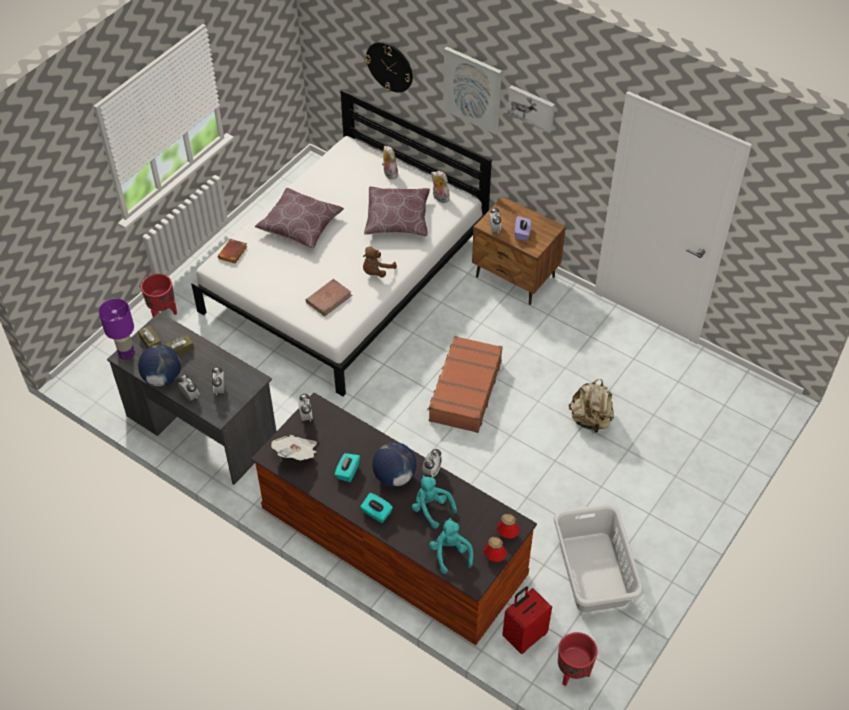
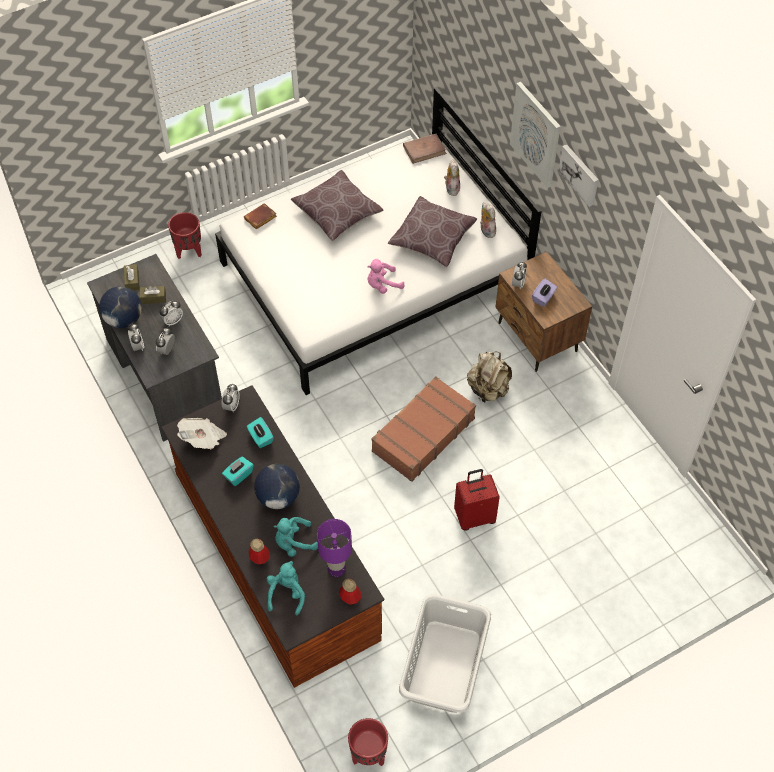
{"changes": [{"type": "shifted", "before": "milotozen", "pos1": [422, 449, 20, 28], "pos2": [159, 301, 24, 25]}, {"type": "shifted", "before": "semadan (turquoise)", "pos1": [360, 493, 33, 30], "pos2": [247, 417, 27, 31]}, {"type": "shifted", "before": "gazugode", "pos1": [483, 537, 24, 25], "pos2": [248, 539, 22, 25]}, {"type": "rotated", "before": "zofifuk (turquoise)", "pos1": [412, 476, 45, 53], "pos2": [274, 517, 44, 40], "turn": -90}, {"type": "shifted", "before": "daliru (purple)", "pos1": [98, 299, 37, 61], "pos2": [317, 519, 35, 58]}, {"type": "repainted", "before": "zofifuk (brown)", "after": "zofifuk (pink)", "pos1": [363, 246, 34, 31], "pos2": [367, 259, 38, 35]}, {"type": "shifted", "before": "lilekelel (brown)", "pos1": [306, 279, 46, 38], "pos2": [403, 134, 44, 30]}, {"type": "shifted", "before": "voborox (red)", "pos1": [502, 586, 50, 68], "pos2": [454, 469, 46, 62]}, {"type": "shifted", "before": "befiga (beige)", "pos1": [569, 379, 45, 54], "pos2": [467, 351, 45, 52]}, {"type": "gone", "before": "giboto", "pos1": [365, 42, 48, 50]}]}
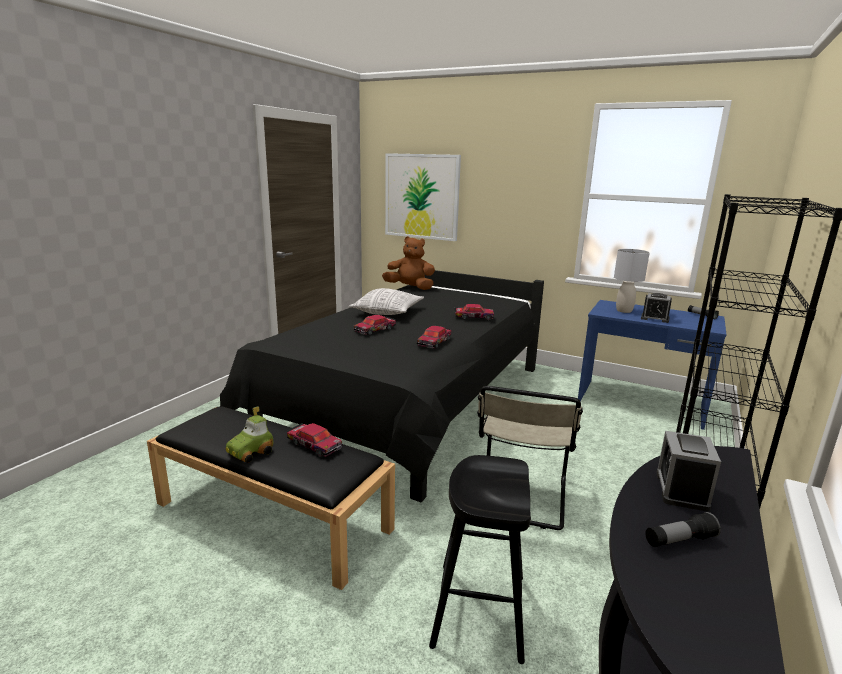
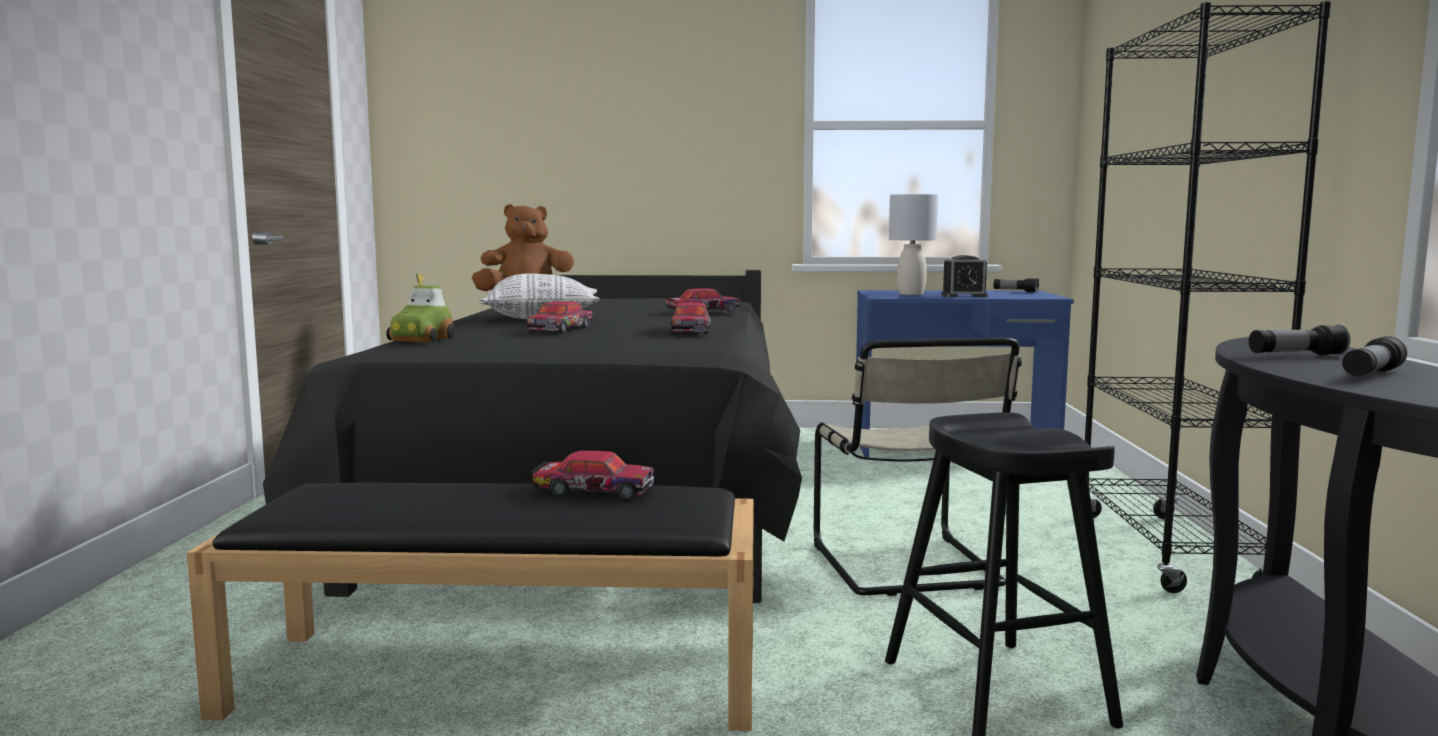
{"changes": [{"type": "shifted", "before": "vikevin", "pos1": [226, 406, 47, 57], "pos2": [386, 274, 69, 68]}, {"type": "swapped", "before": "milotozen", "after": "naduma", "pos1": [657, 431, 64, 81], "pos2": [1248, 325, 102, 30]}, {"type": "gone", "before": "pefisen", "pos1": [385, 153, 76, 88]}]}
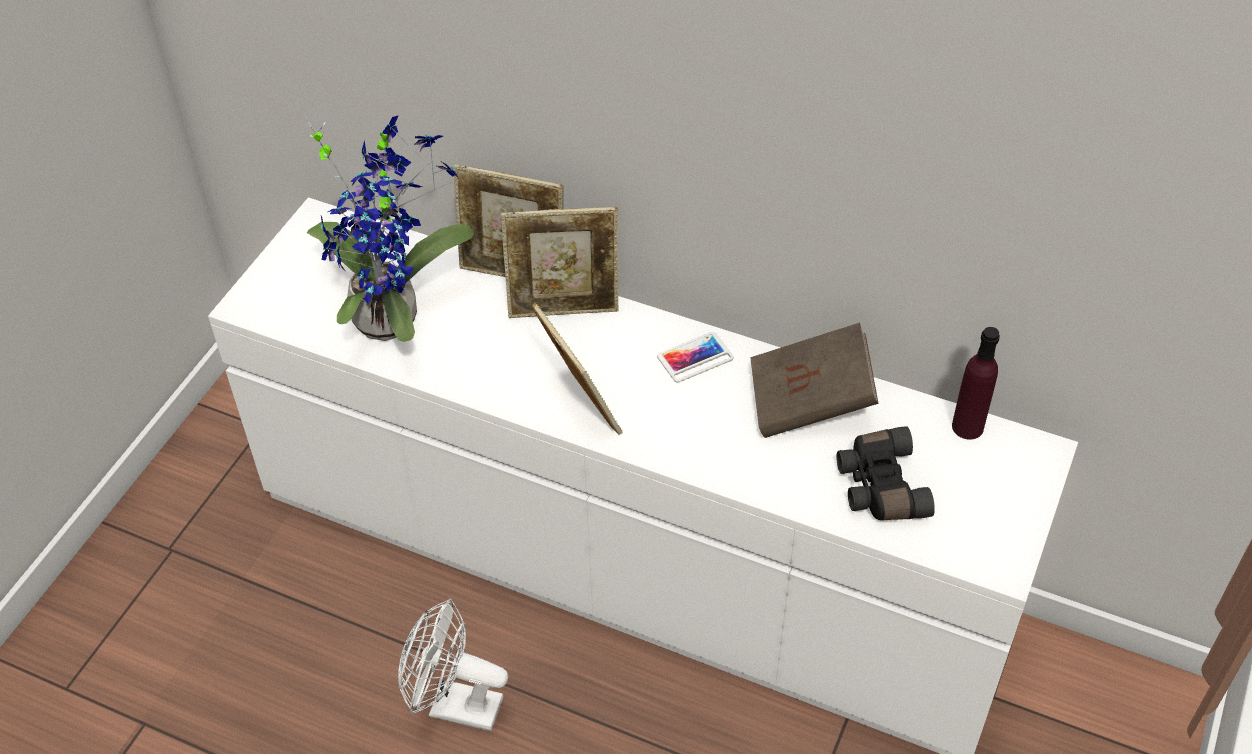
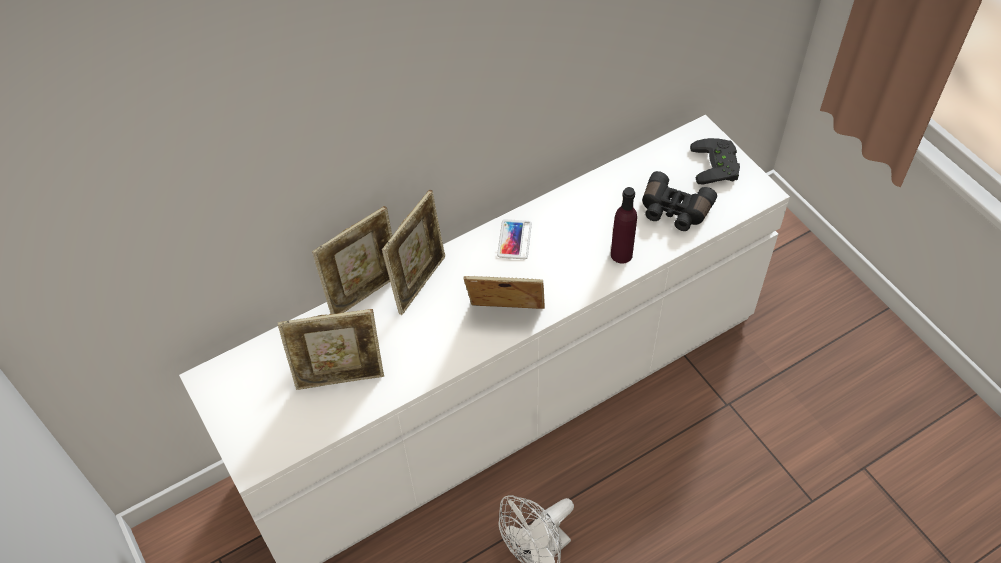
{"changes": [{"type": "swapped", "before": "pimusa", "after": "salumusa", "pos1": [307, 115, 167, 227], "pos2": [278, 309, 106, 81]}, {"type": "shifted", "before": "gazugode (purple)", "pos1": [952, 327, 48, 113], "pos2": [611, 187, 26, 77]}, {"type": "new", "after": "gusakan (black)", "pos2": [690, 138, 50, 46]}, {"type": "gone", "before": "lilekelel (brown)", "pos1": [750, 323, 128, 115]}]}
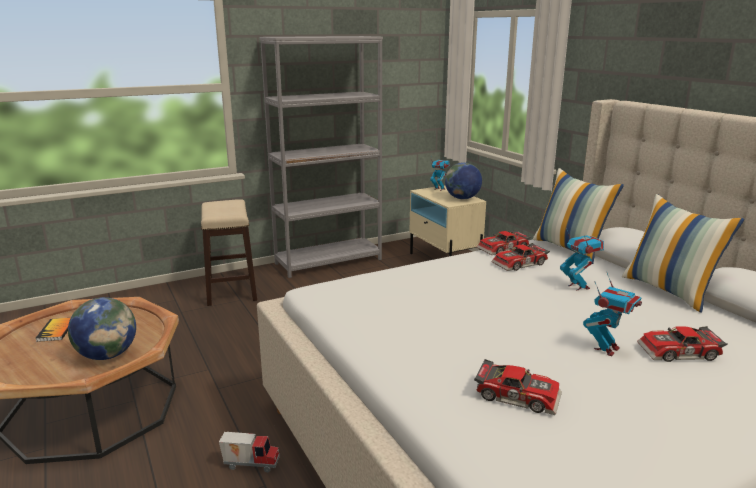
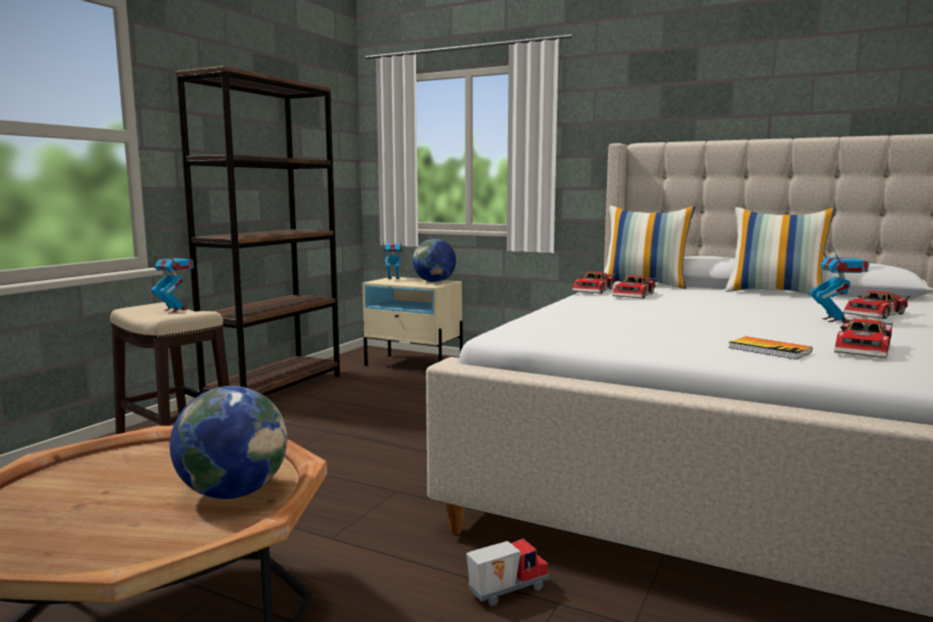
{"changes": [{"type": "shifted", "before": "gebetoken", "pos1": [560, 228, 44, 63], "pos2": [151, 250, 42, 62]}, {"type": "repainted", "before": "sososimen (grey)", "after": "sososimen (brown)", "pos1": [260, 36, 123, 242], "pos2": [175, 66, 165, 330]}, {"type": "shifted", "before": "lilekelel", "pos1": [35, 318, 35, 24], "pos2": [728, 336, 84, 23]}, {"type": "rotated", "before": "vikevin", "pos1": [474, 359, 88, 56], "pos2": [834, 318, 59, 40], "turn": 135}]}
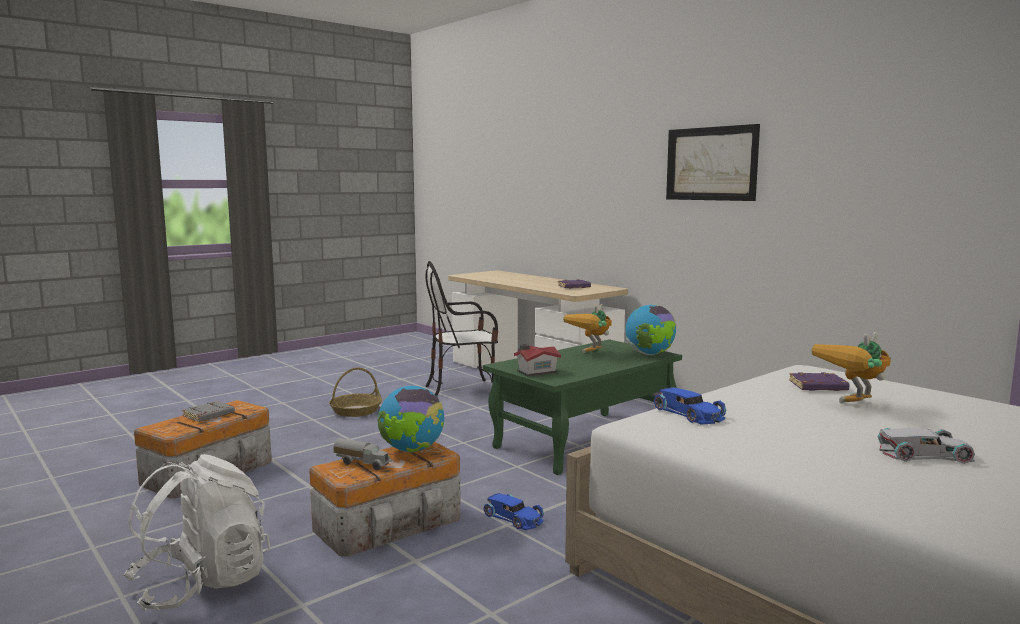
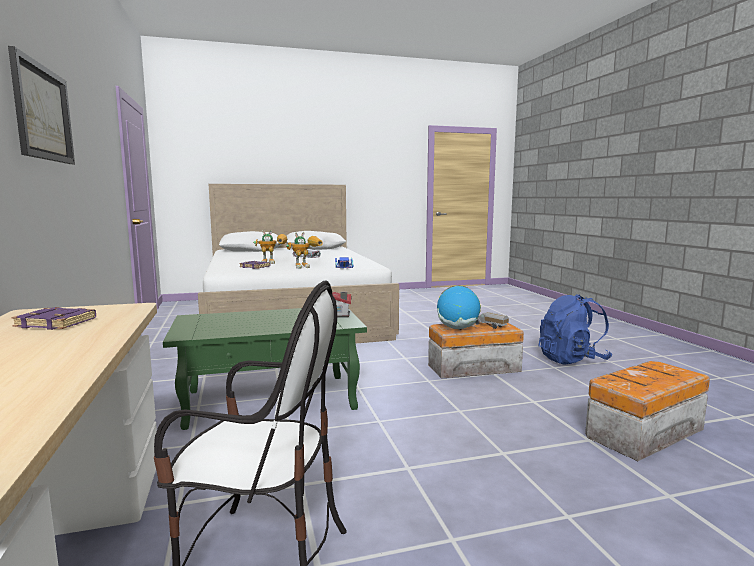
{"changes": [{"type": "shifted", "before": "gebetoken", "pos1": [563, 304, 49, 49], "pos2": [286, 232, 37, 37]}, {"type": "repainted", "before": "befiga (white)", "after": "befiga (blue)", "pos1": [123, 454, 147, 157], "pos2": [538, 294, 74, 71]}, {"type": "gone", "before": "lilekelel (grey)", "pos1": [182, 401, 53, 21]}, {"type": "gone", "before": "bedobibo", "pos1": [329, 368, 53, 49]}, {"type": "gone", "before": "vikevin (blue)", "pos1": [483, 493, 61, 37]}, {"type": "gone", "before": "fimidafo", "pos1": [626, 305, 50, 50]}]}
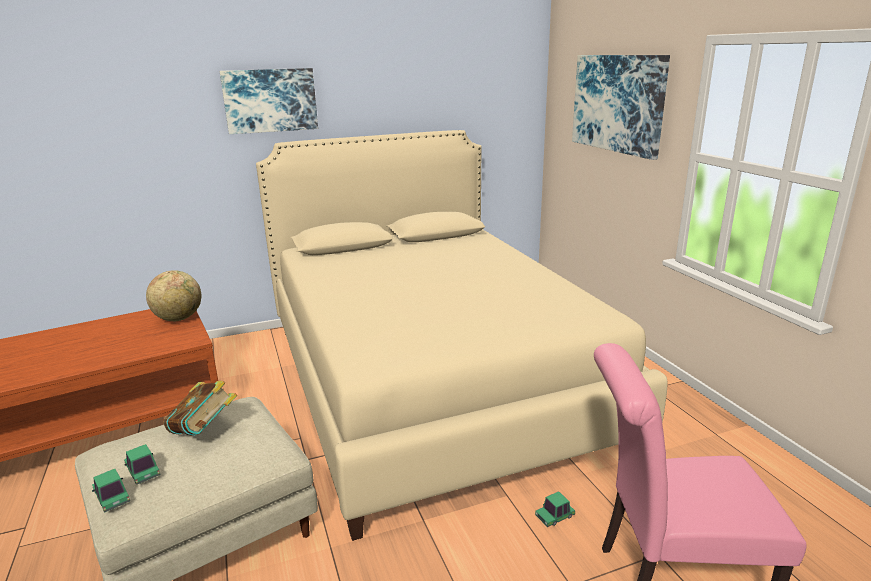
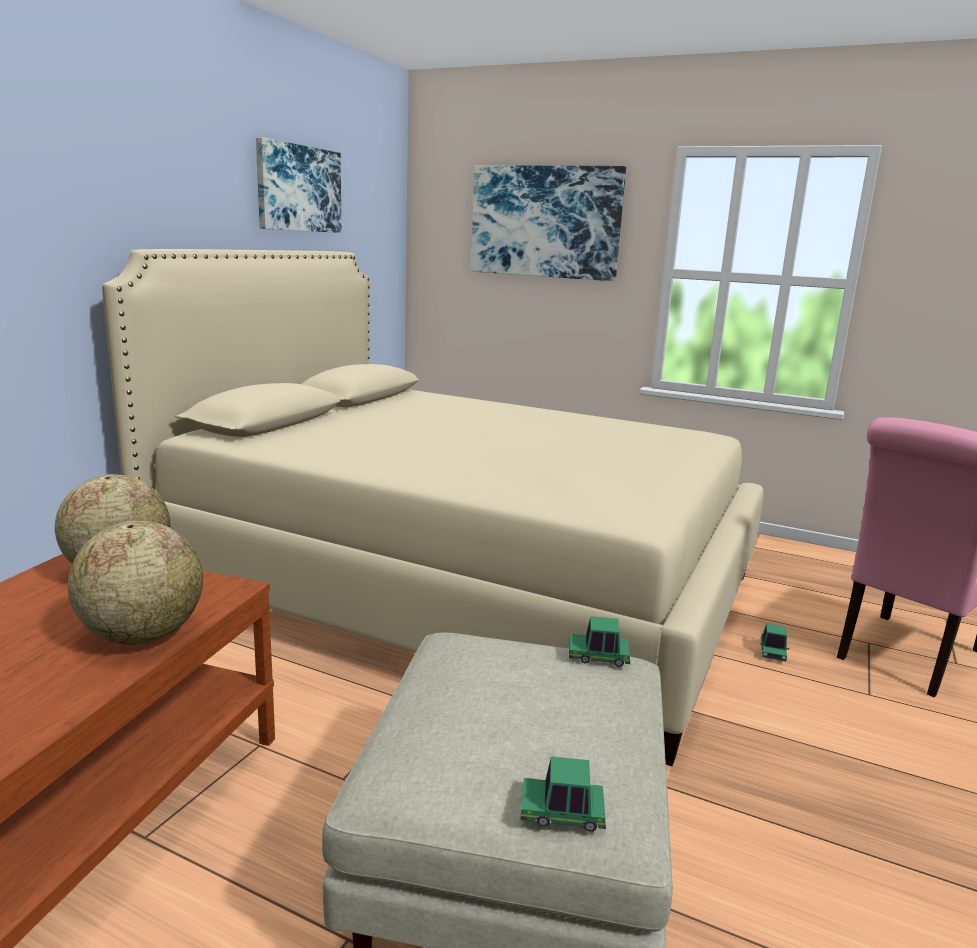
{"changes": [{"type": "new", "after": "fimidafo", "pos2": [68, 521, 135, 124]}, {"type": "shifted", "before": "pefisen", "pos1": [220, 68, 98, 66], "pos2": [256, 137, 85, 96]}, {"type": "shifted", "before": "vikevin", "pos1": [124, 444, 37, 41], "pos2": [569, 616, 61, 51]}, {"type": "gone", "before": "lilekelel", "pos1": [163, 381, 74, 55]}]}
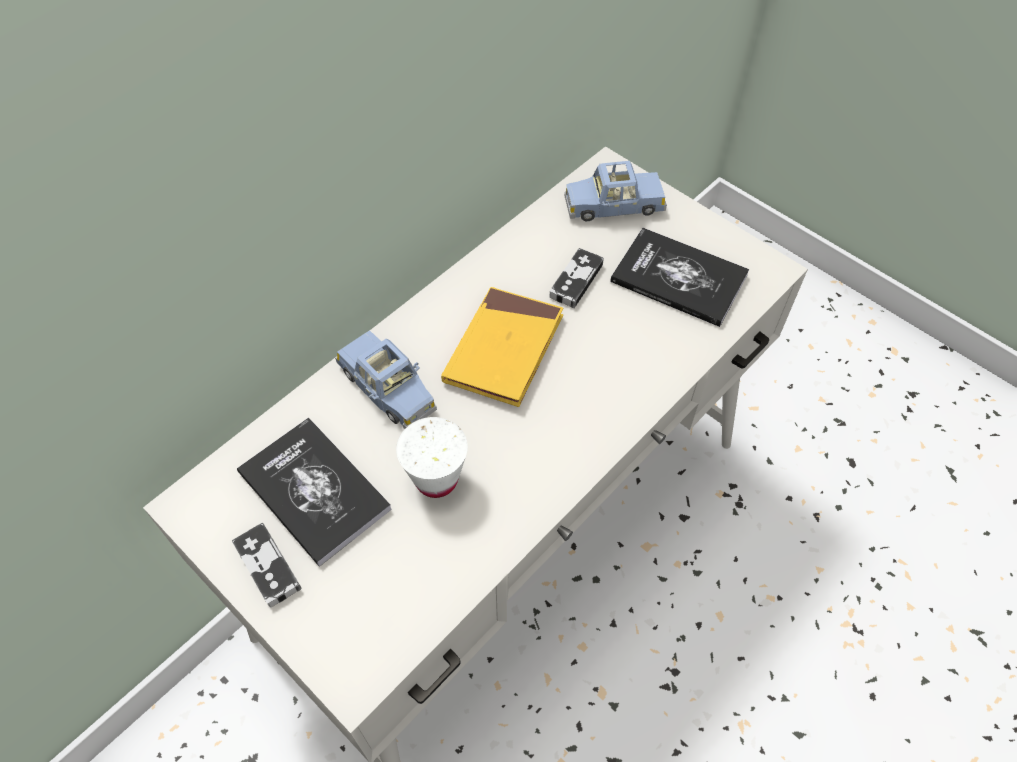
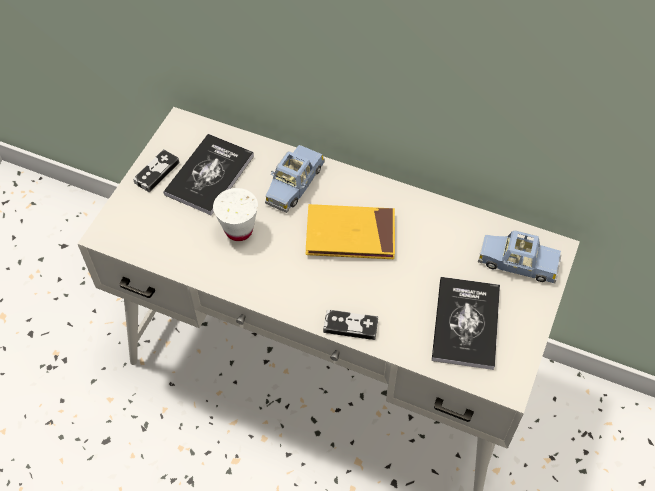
{"changes": [{"type": "shifted", "before": "gusakan", "pos1": [550, 248, 54, 60], "pos2": [323, 310, 55, 30]}, {"type": "rotated", "before": "vikevin (blue)", "pos1": [565, 161, 102, 60], "pos2": [478, 230, 84, 53], "turn": -45}]}
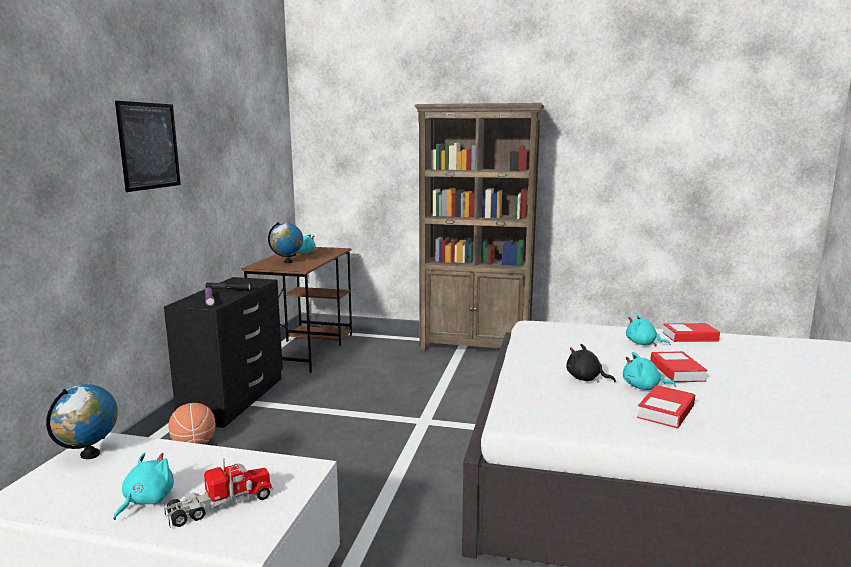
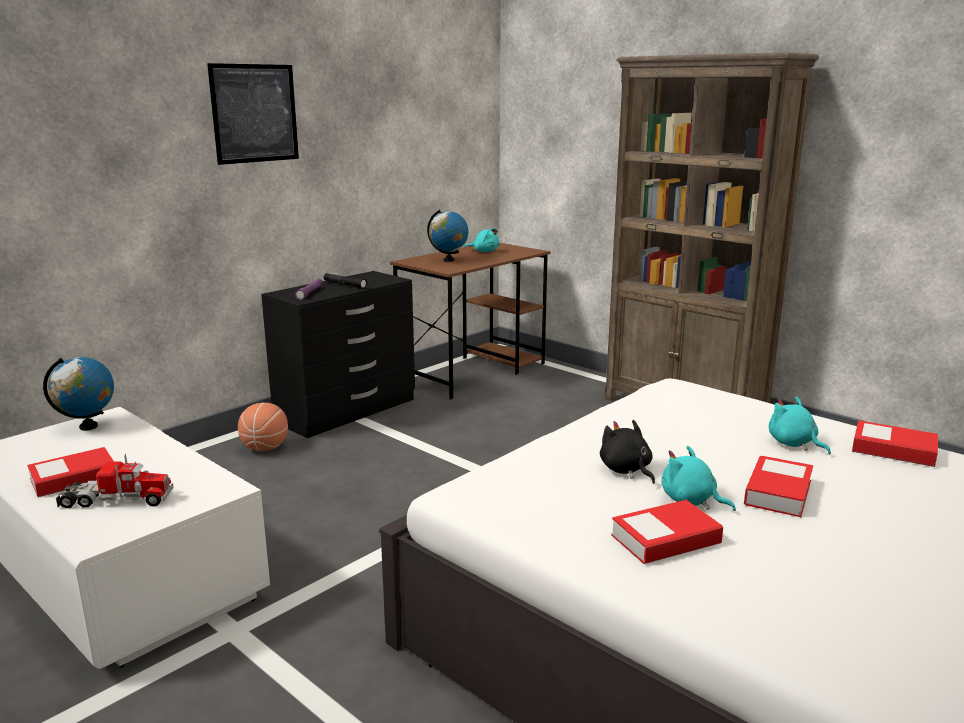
{"changes": [{"type": "swapped", "before": "zofifuk (turquoise)", "after": "lilekelel", "pos1": [113, 452, 61, 68], "pos2": [27, 447, 87, 50]}]}
